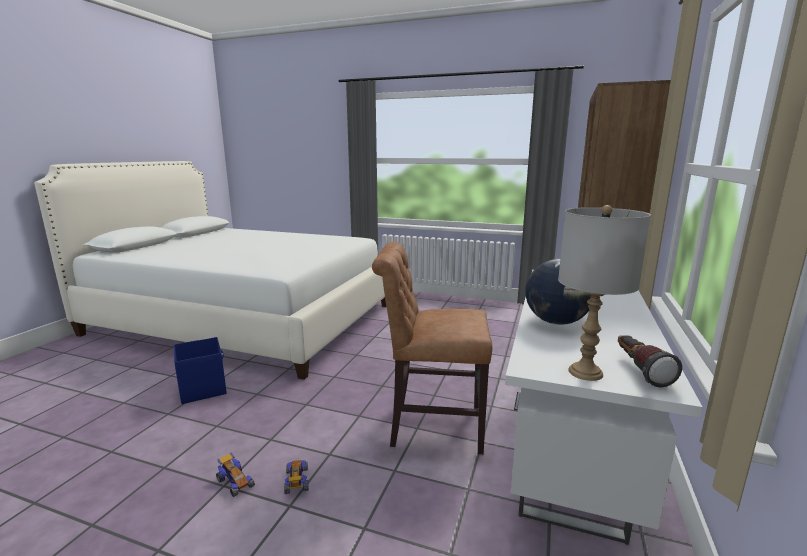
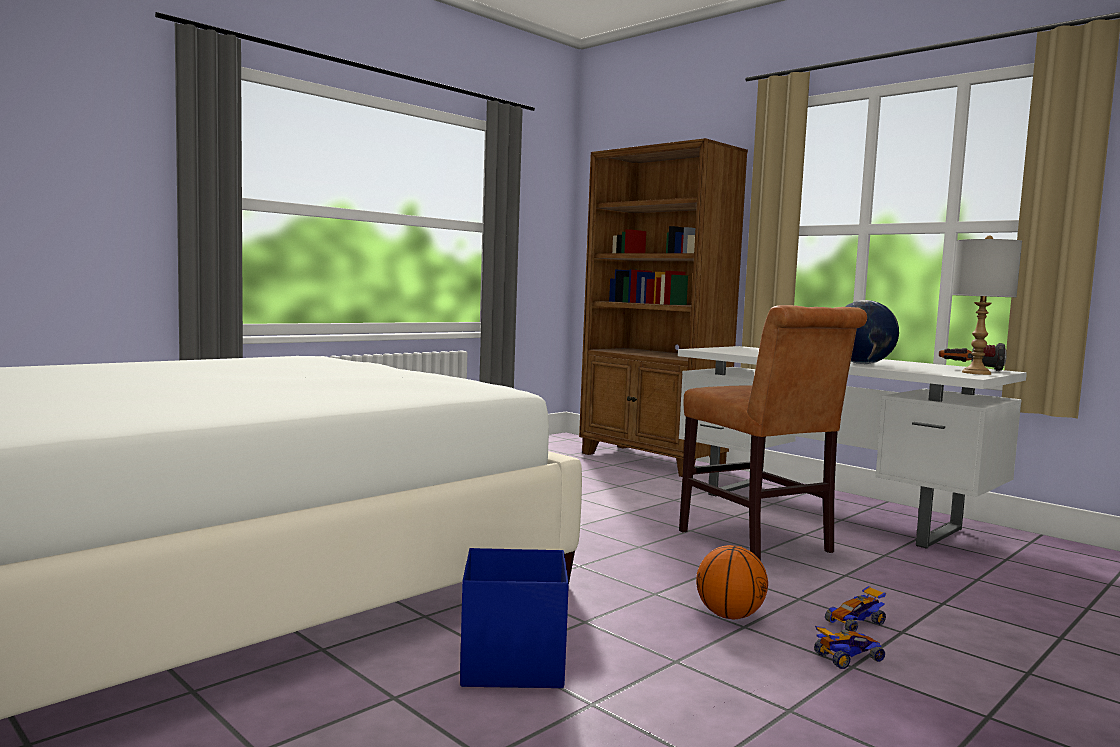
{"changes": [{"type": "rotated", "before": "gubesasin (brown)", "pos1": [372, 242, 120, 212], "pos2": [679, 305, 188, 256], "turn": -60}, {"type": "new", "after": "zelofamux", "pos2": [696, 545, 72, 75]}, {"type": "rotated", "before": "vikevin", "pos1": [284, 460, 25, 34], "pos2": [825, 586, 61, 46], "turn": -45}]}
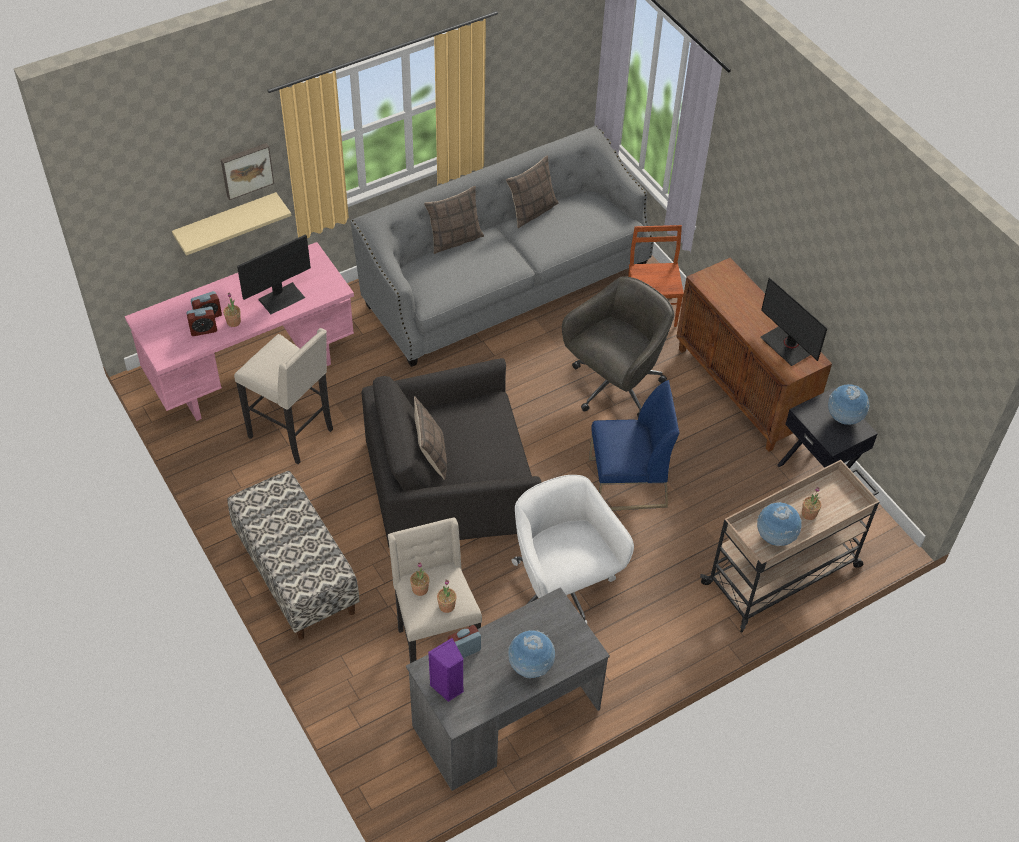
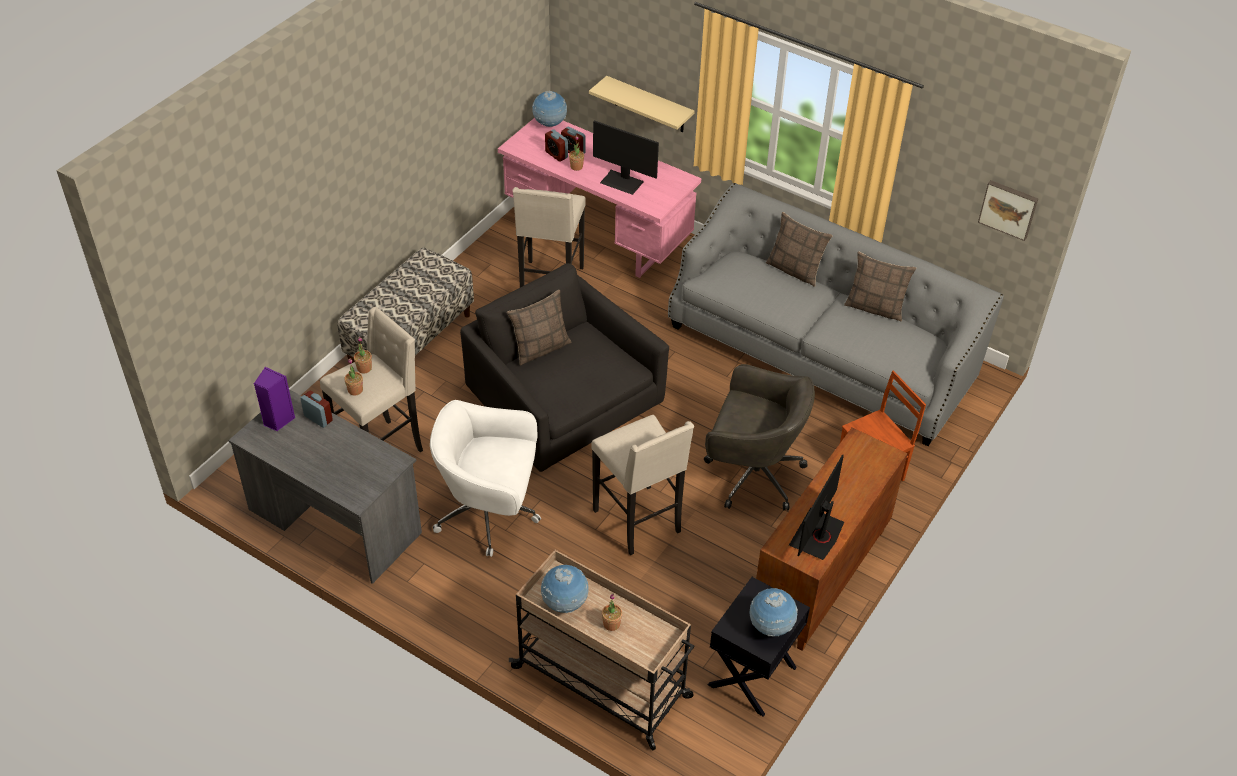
{"changes": [{"type": "rotated", "before": "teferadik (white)", "pos1": [511, 475, 123, 148], "pos2": [430, 400, 111, 157], "turn": -120}, {"type": "shifted", "before": "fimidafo", "pos1": [508, 630, 47, 48], "pos2": [532, 91, 35, 36]}, {"type": "swapped", "before": "gubesasin (blue)", "after": "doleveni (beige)", "pos1": [589, 380, 91, 131], "pos2": [591, 415, 103, 140]}, {"type": "shifted", "before": "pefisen", "pos1": [221, 143, 53, 57], "pos2": [978, 180, 60, 61]}]}
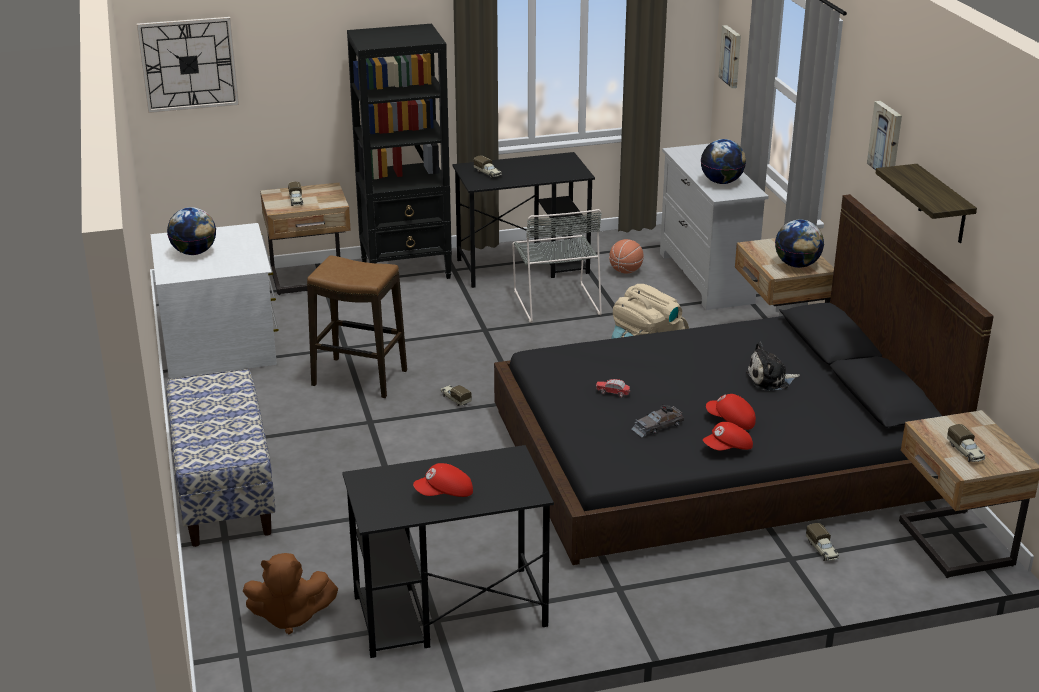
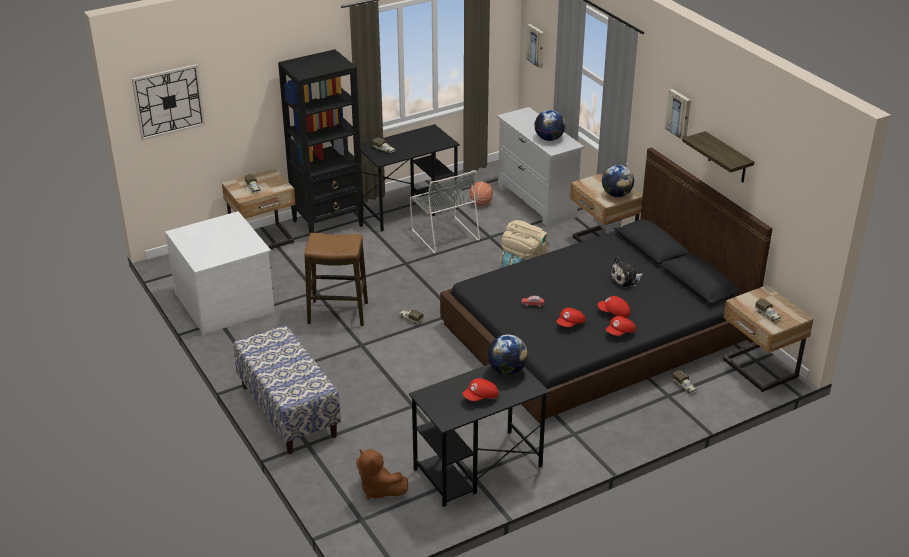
{"changes": [{"type": "rotated", "before": "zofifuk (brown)", "pos1": [243, 553, 95, 81], "pos2": [356, 449, 52, 51], "turn": 60}, {"type": "shifted", "before": "fimidafo", "pos1": [167, 207, 49, 48], "pos2": [487, 334, 41, 41]}, {"type": "swapped", "before": "vikevin (grey)", "after": "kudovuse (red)", "pos1": [631, 405, 53, 33], "pos2": [556, 308, 30, 19]}]}
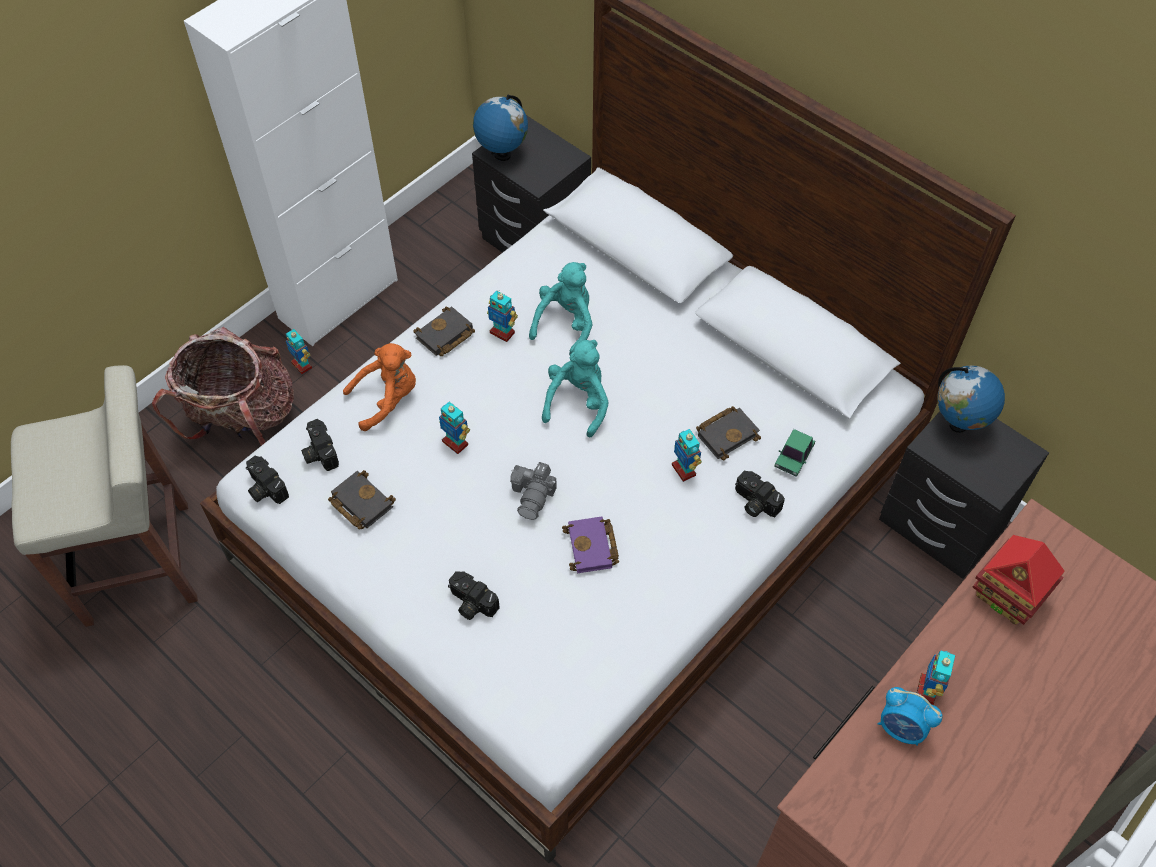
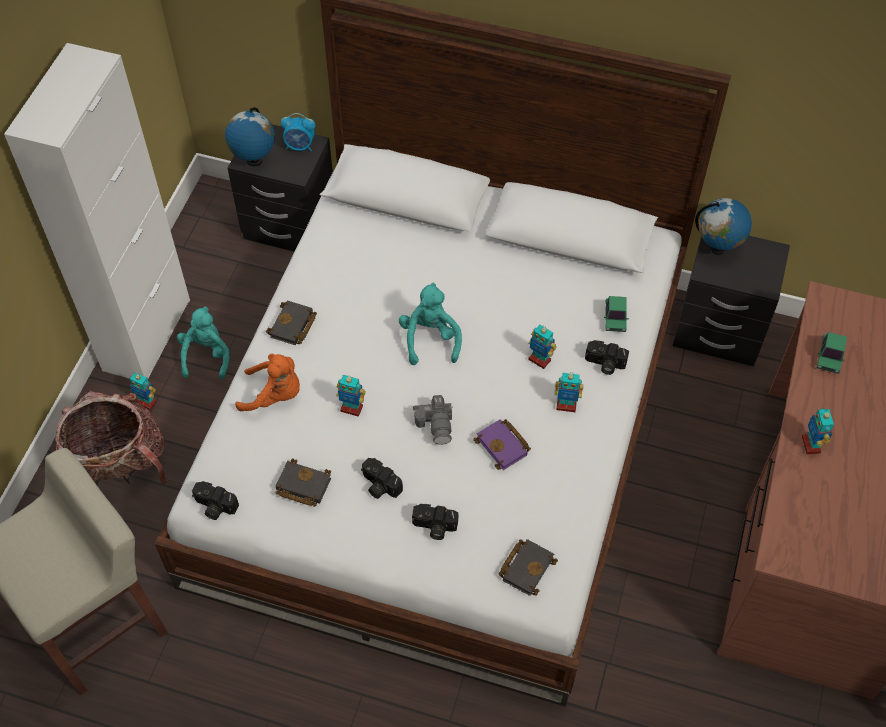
{"changes": [{"type": "shifted", "before": "zofifuk (turquoise)", "pos1": [529, 262, 64, 93], "pos2": [177, 306, 52, 73]}, {"type": "rotated", "before": "zofifuk (orange)", "pos1": [343, 343, 73, 88], "pos2": [235, 354, 65, 57], "turn": 60}, {"type": "shifted", "before": "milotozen", "pos1": [877, 687, 66, 59], "pos2": [281, 113, 35, 38]}, {"type": "shifted", "before": "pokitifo", "pos1": [301, 419, 38, 52], "pos2": [361, 458, 42, 41]}, {"type": "shifted", "before": "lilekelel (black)", "pos1": [696, 406, 65, 54], "pos2": [498, 539, 60, 57]}, {"type": "shifted", "before": "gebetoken", "pos1": [487, 290, 31, 52], "pos2": [554, 372, 30, 40]}, {"type": "swapped", "before": "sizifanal", "after": "vikevin", "pos1": [972, 535, 93, 90], "pos2": [817, 332, 30, 42]}]}
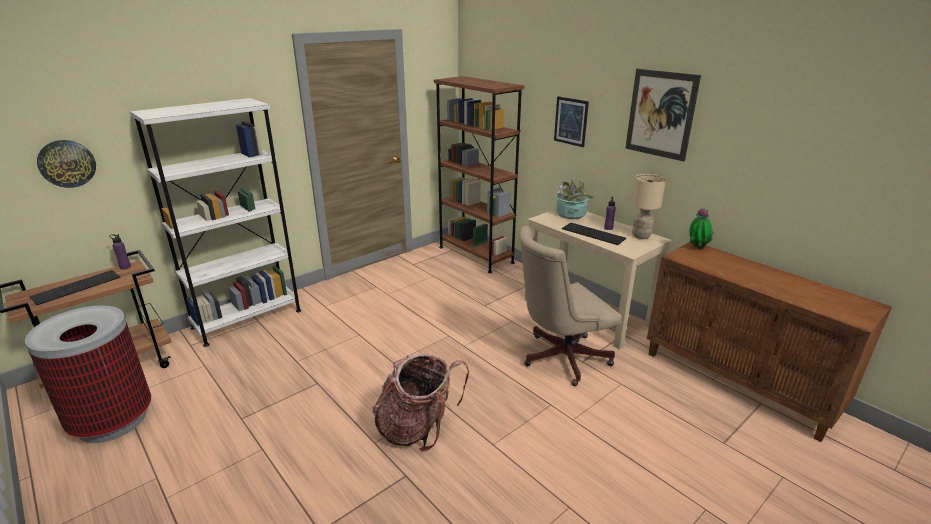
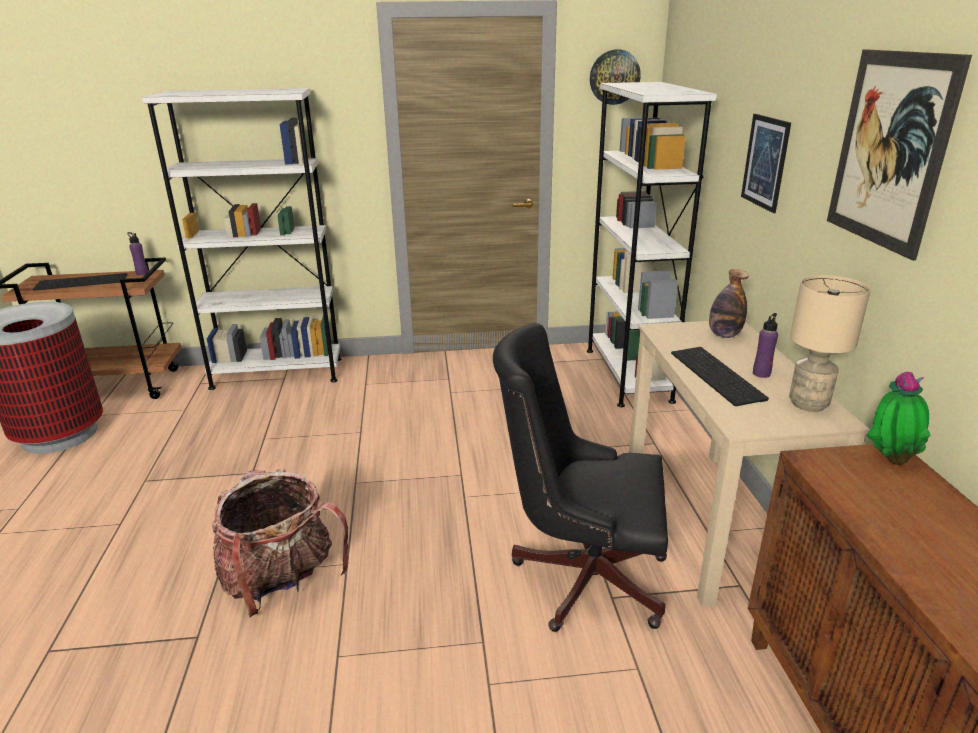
{"changes": [{"type": "repainted", "before": "teferadik (beige)", "after": "teferadik (black)", "pos1": [519, 226, 103, 160], "pos2": [493, 323, 175, 309]}, {"type": "repainted", "before": "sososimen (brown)", "after": "sososimen (white)", "pos1": [434, 76, 90, 197], "pos2": [587, 82, 130, 325]}, {"type": "shifted", "before": "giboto", "pos1": [37, 140, 59, 48], "pos2": [590, 49, 51, 56]}, {"type": "swapped", "before": "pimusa", "after": "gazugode", "pos1": [556, 179, 41, 40], "pos2": [709, 269, 40, 69]}]}
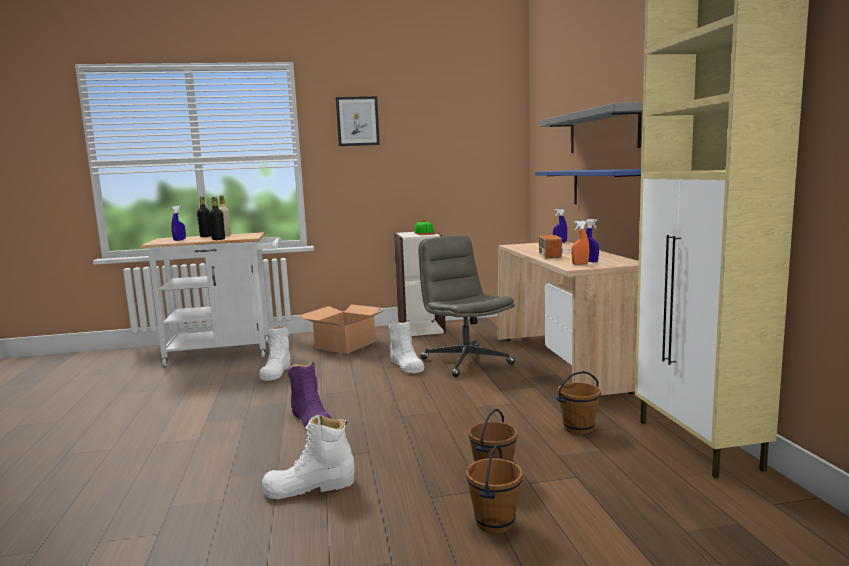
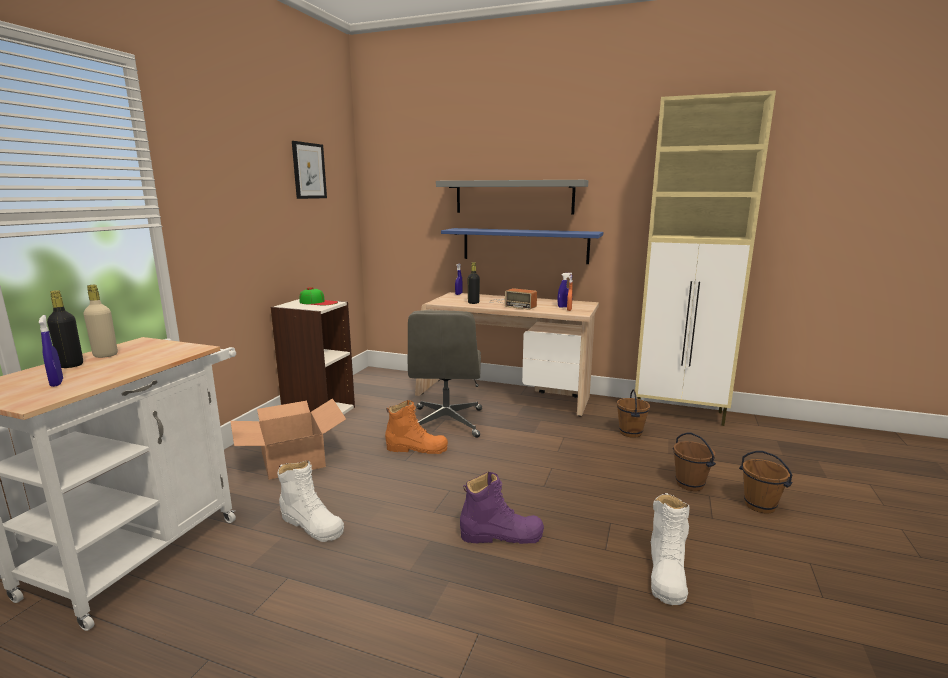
{"changes": [{"type": "shifted", "before": "pefisen", "pos1": [336, 96, 44, 50], "pos2": [292, 141, 35, 58]}, {"type": "repainted", "before": "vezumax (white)", "after": "vezumax (orange)", "pos1": [389, 321, 35, 52], "pos2": [385, 400, 63, 54]}, {"type": "rotated", "before": "teferadik (grey)", "pos1": [418, 235, 97, 142], "pos2": [408, 310, 74, 128], "turn": -90}, {"type": "shifted", "before": "gazugode (black)", "pos1": [209, 197, 16, 43], "pos2": [468, 262, 12, 42]}]}
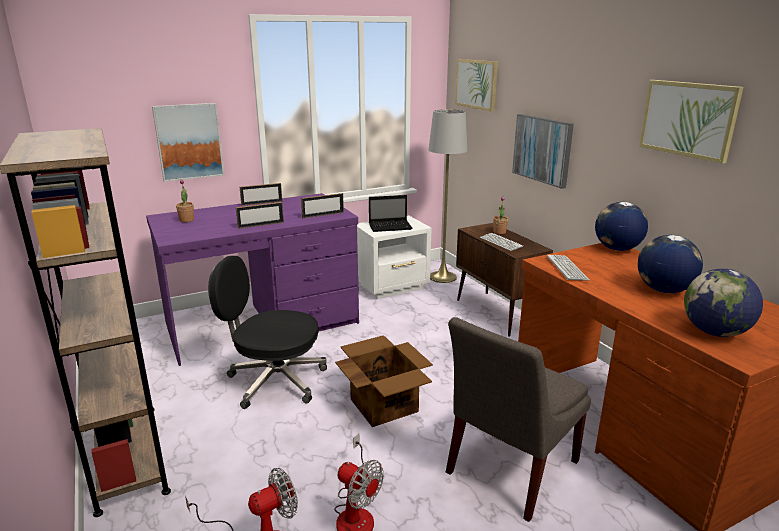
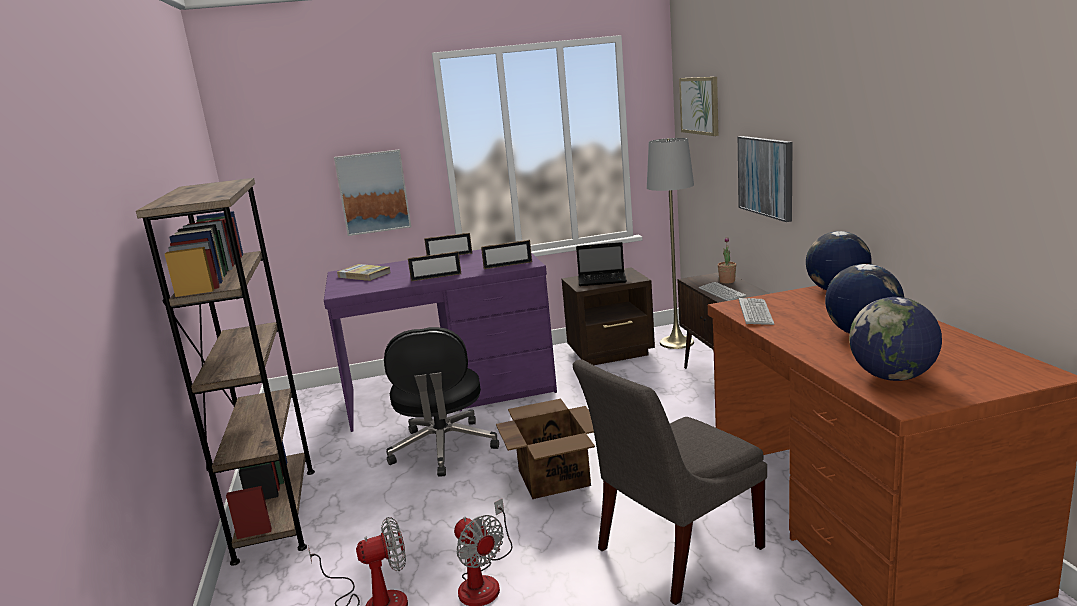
{"changes": [{"type": "swapped", "before": "pimusa", "after": "lilekelel", "pos1": [176, 179, 18, 43], "pos2": [337, 264, 54, 17]}, {"type": "rotated", "before": "teferadik (black)", "pos1": [208, 256, 119, 153], "pos2": [384, 327, 115, 150], "turn": -120}, {"type": "repainted", "before": "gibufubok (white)", "after": "gibufubok (brown)", "pos1": [357, 215, 75, 84], "pos2": [562, 267, 93, 98]}, {"type": "gone", "before": "pefisen", "pos1": [639, 80, 104, 84]}]}
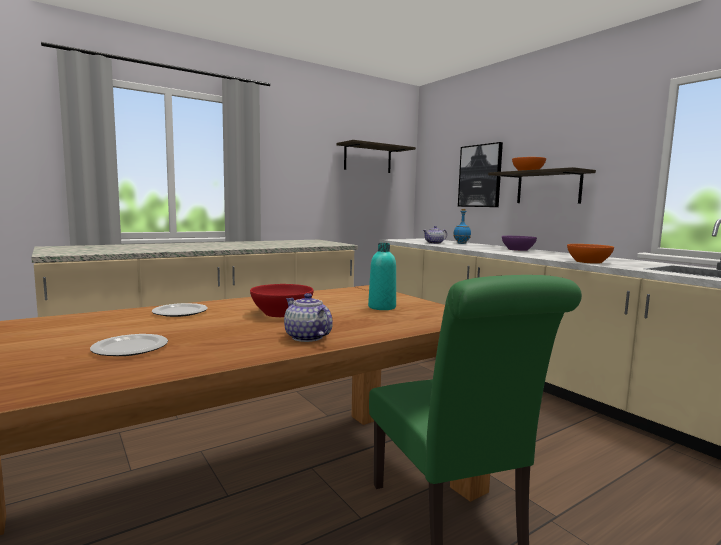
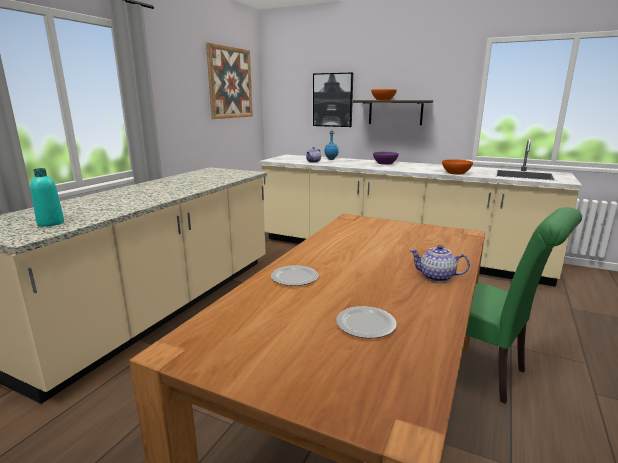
{"changes": [{"type": "shifted", "before": "gazugode (turquoise)", "pos1": [368, 243, 28, 67], "pos2": [30, 168, 34, 59]}, {"type": "swapped", "before": "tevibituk", "after": "pefisen", "pos1": [336, 140, 80, 33], "pos2": [206, 43, 47, 76]}, {"type": "gone", "before": "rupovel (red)", "pos1": [250, 284, 64, 33]}]}
